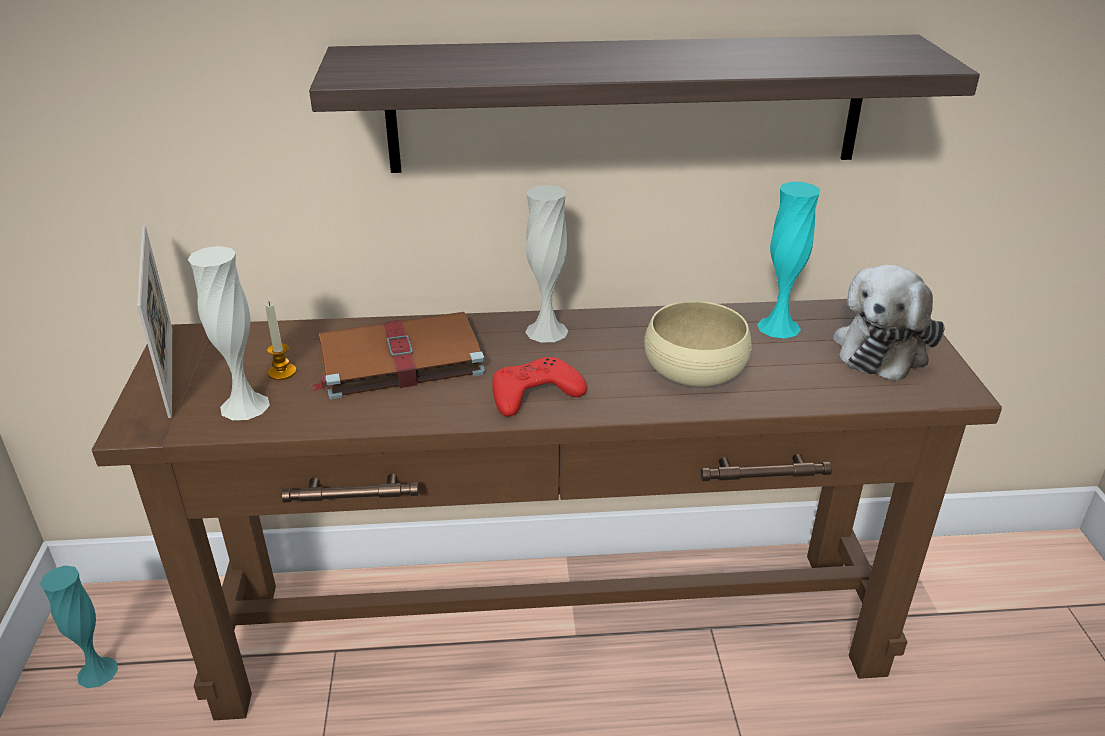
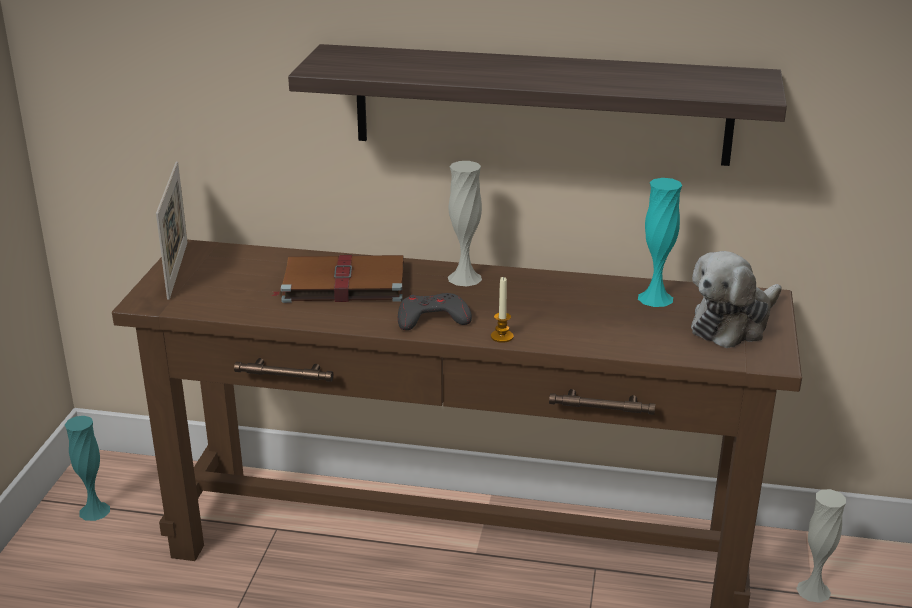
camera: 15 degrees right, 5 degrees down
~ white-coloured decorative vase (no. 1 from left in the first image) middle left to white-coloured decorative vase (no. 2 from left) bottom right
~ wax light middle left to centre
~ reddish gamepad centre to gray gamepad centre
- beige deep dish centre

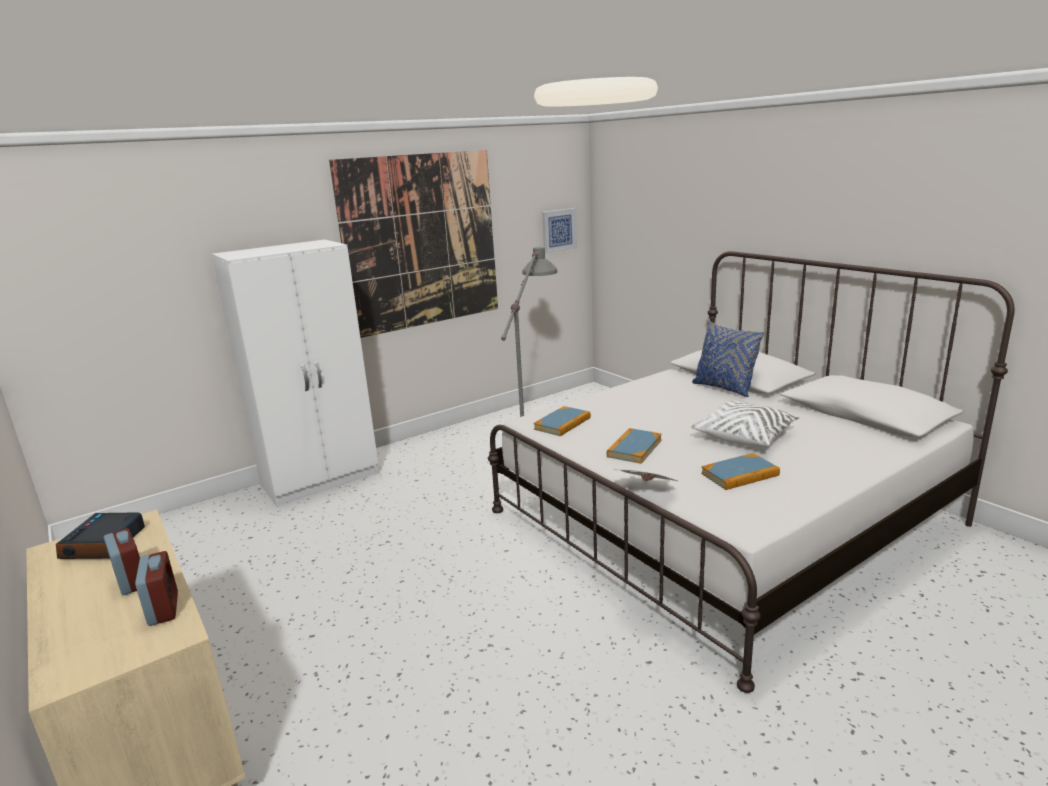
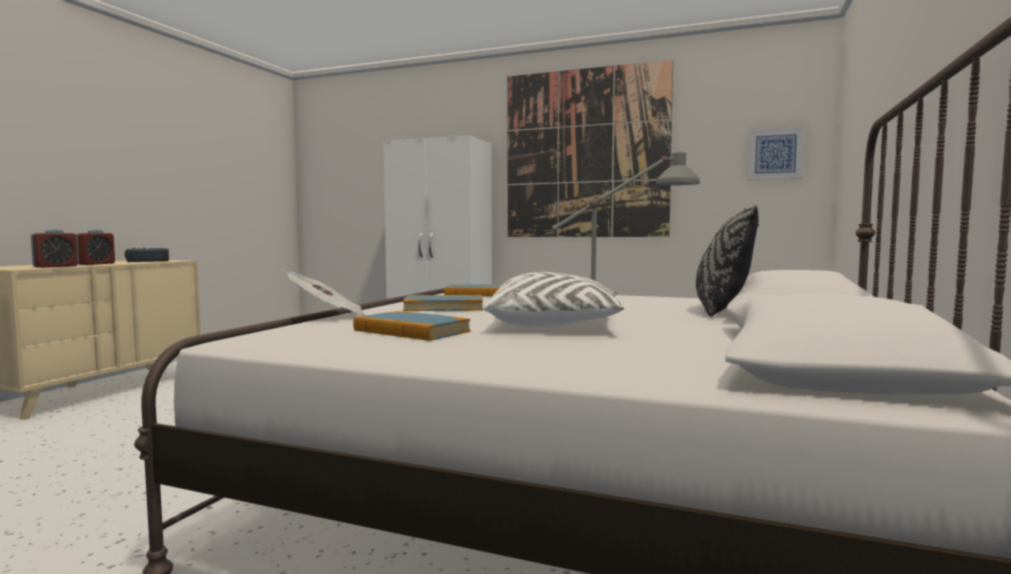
camera: 55 degrees right, 15 degrees down
~ blue-coloured cushion middle right to black-coloured cushion middle right

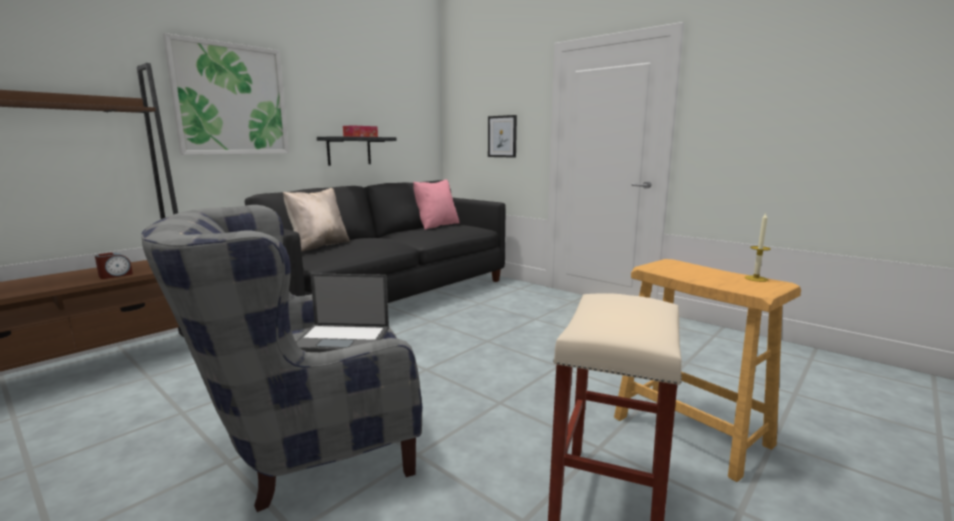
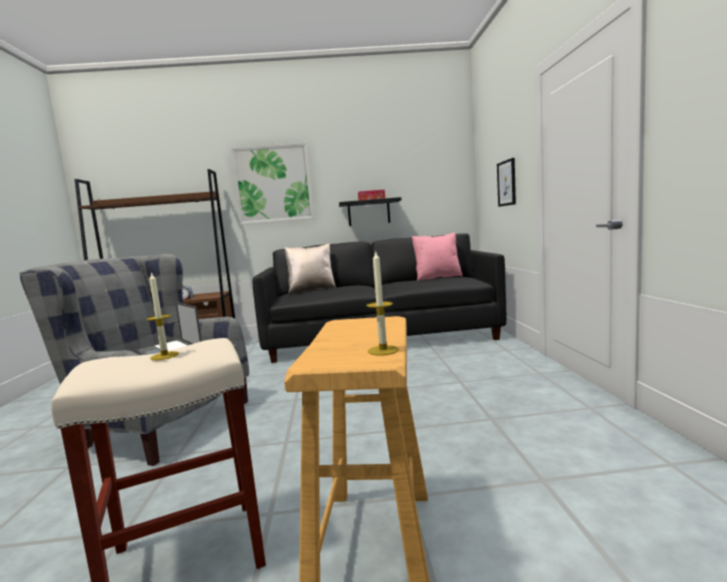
camera: 45 degrees right, 5 degrees down
+ wax light (no. 1 from left) middle left

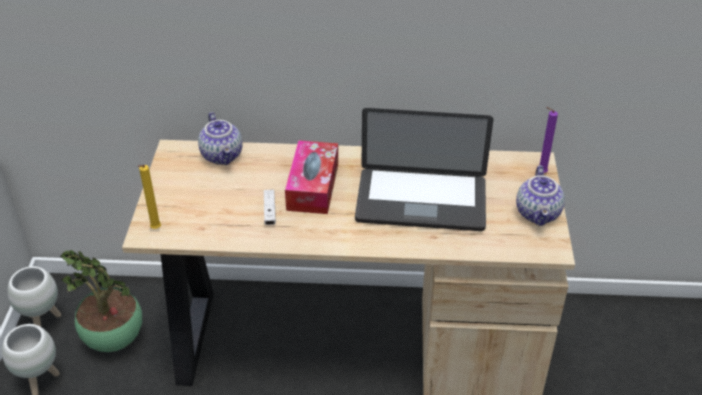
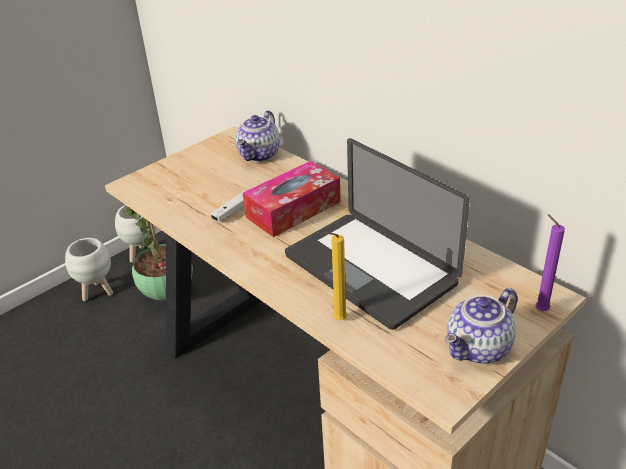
camera: 45 degrees right, 5 degrees down
~ yellow wax light middle left to centre

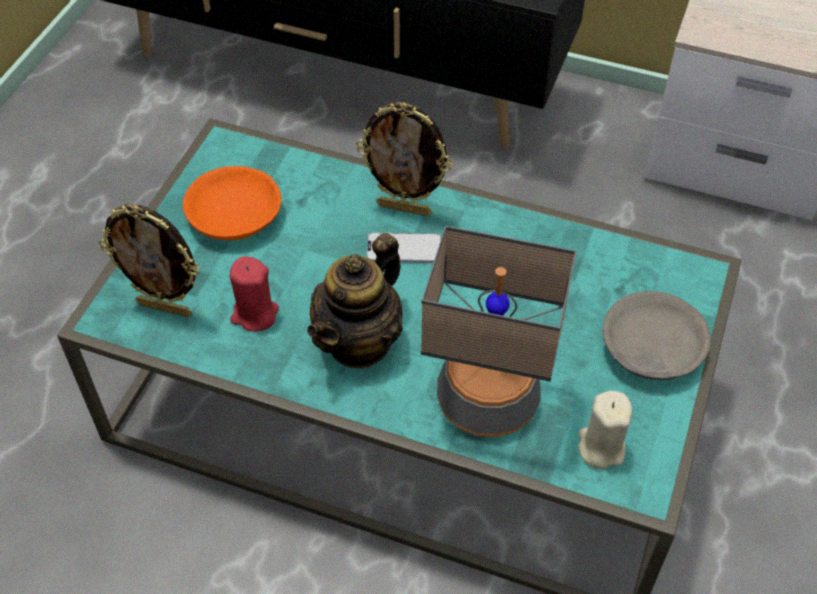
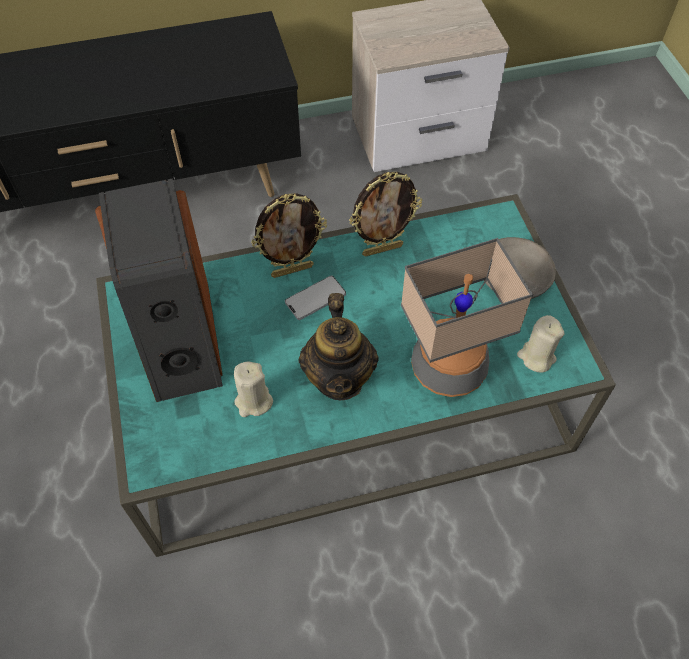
camera: 35 degrees left, 5 degrees up
~ picture frame (no. 1 from left in the first image) middle left to picture frame (no. 2 from left) top centre
~ orange-coloured deep dish middle left to audio speaker middle left
~ reddish wax light middle left to beige wax light (no. 1 from left) centre

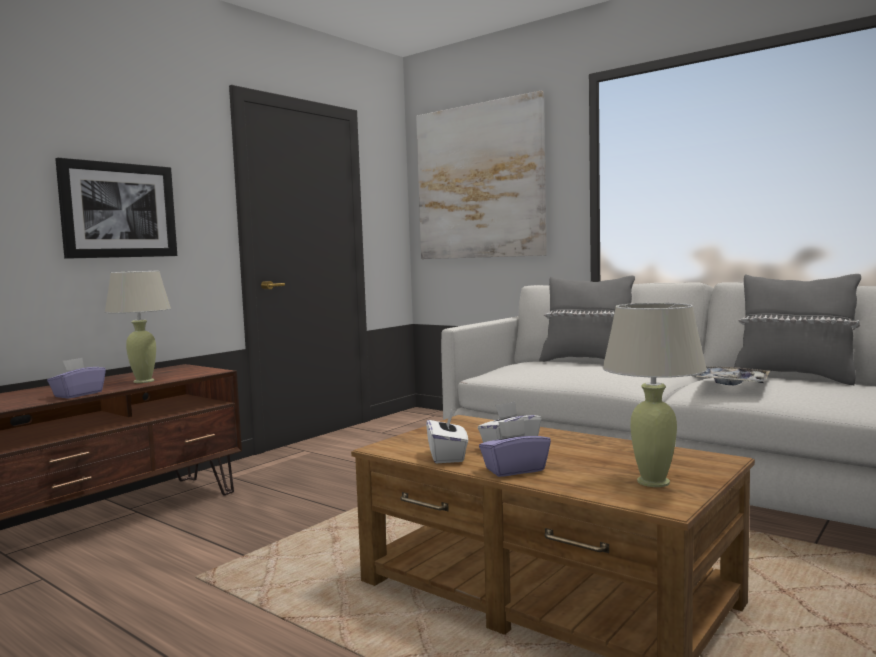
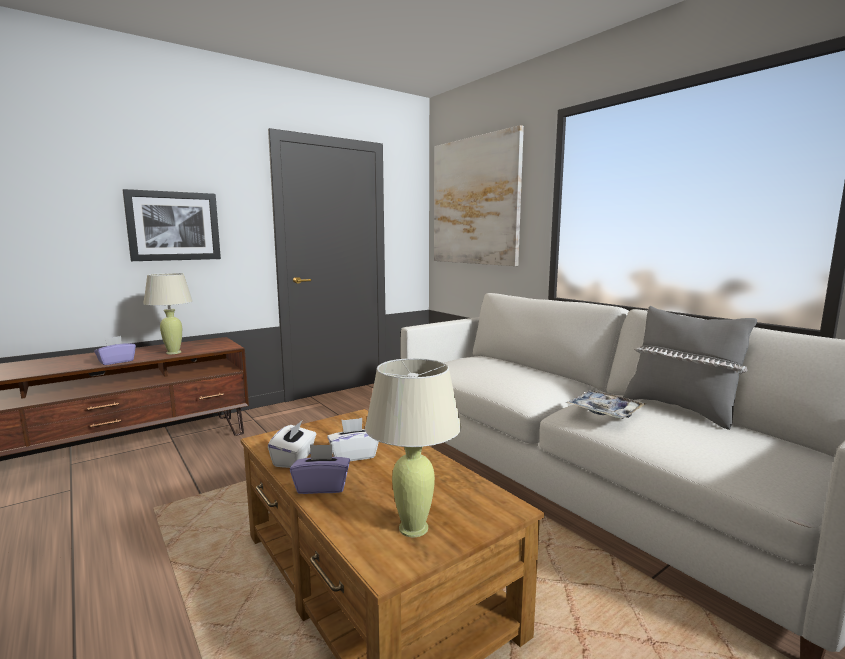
camera: 15 degrees right, 5 degrees up
- gray cushion (no. 1 from left) middle right

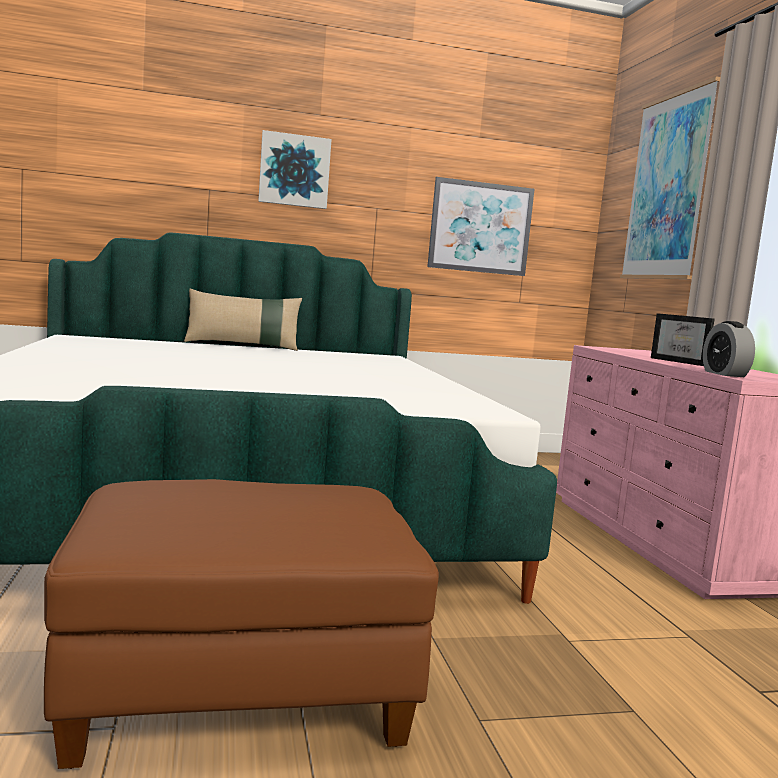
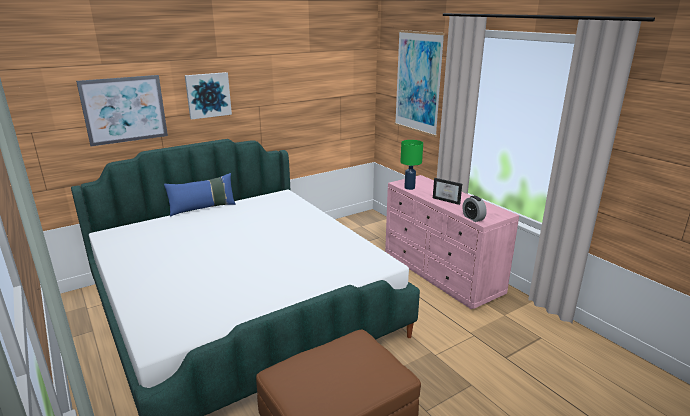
camera: 20 degrees left, 15 degrees up
~ beige cushion middle left to blue-coloured cushion middle left
~ wall art (no. 2 from left in the first image) top centre to wall art (no. 1 from left) top left
+ greenish table lamp centre

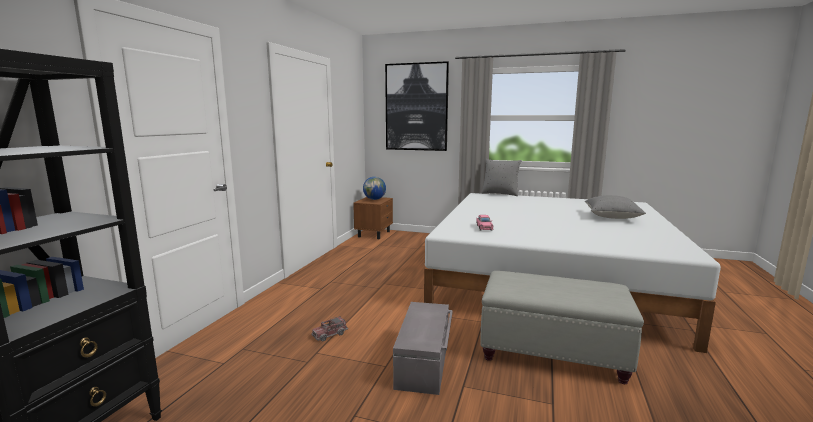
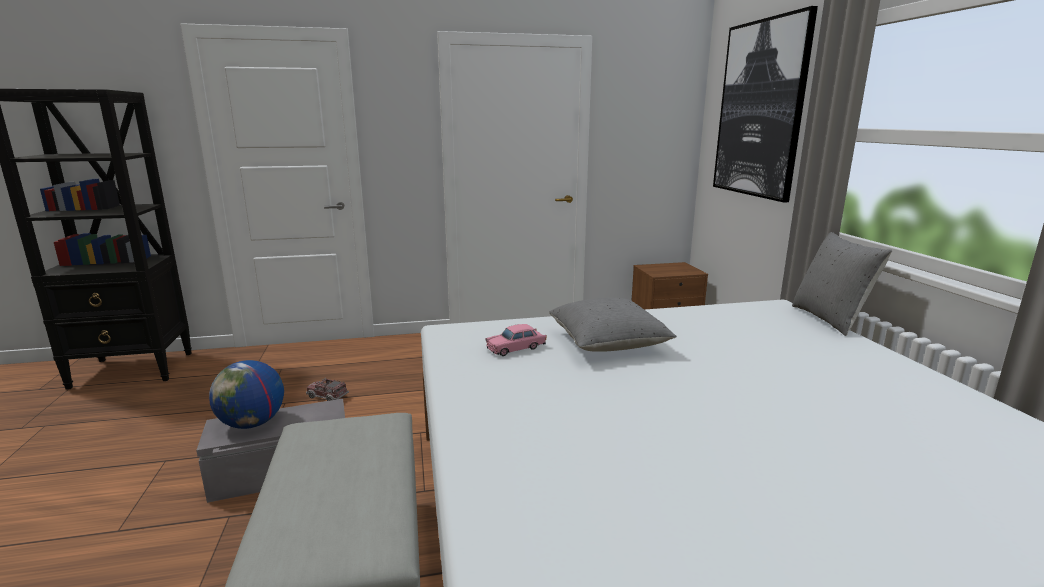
camera: 60 degrees right, 5 degrees up
~ world globe centre to bottom left
~ gray cushion (no. 2 from left in the first image) middle right to gray cushion (no. 1 from left) centre

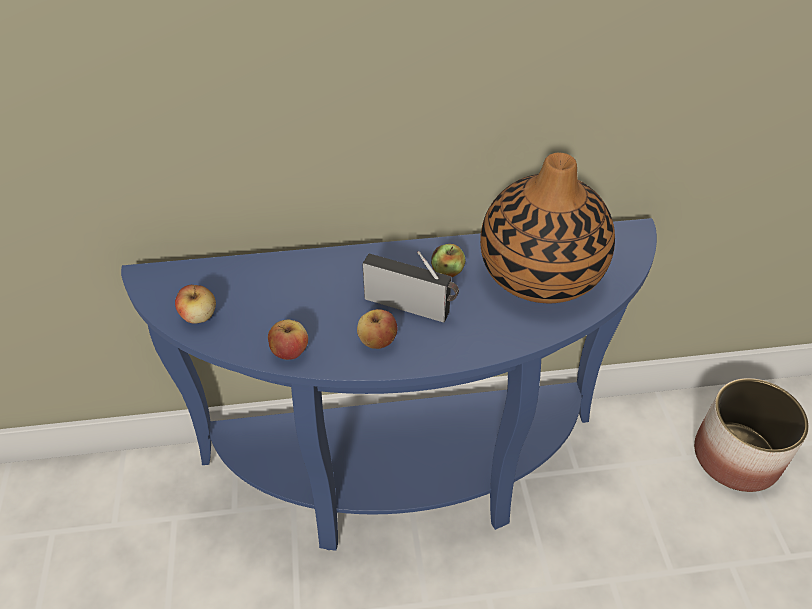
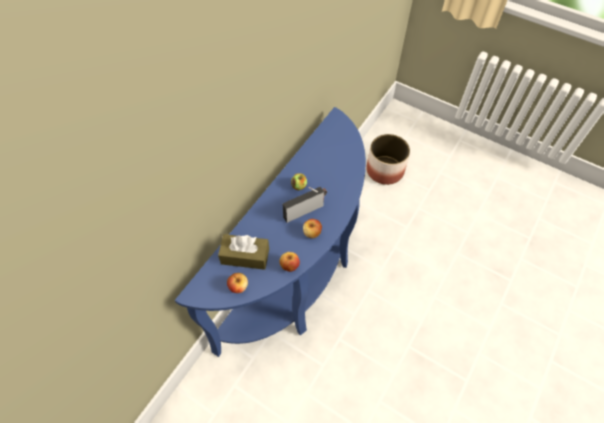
camera: 50 degrees left, 10 degrees up
- decorative vase middle right
+ brown-coloured tissue holder centre

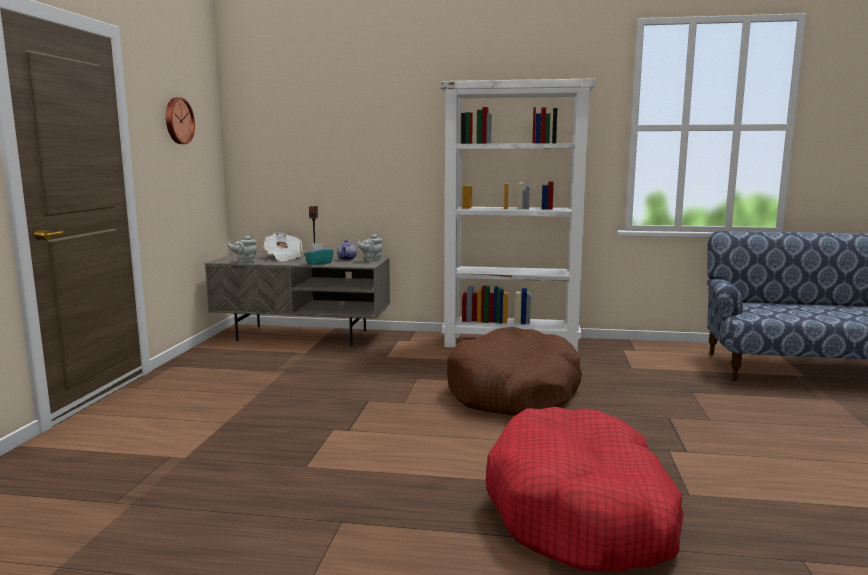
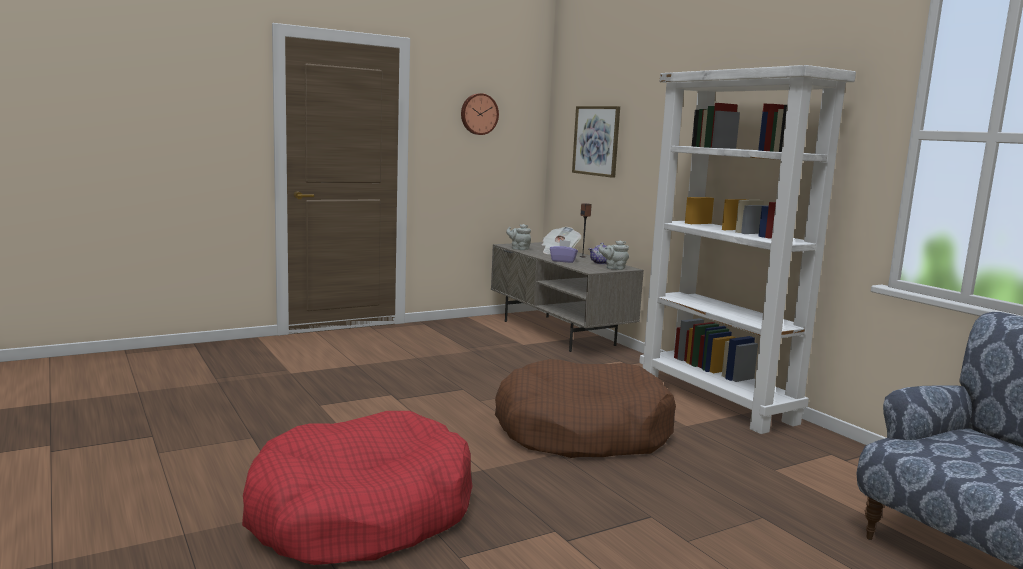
camera: 50 degrees right, 0 degrees up
~ turquoise-coloured tissue holder centre to purple tissue holder centre
+ wall art top centre

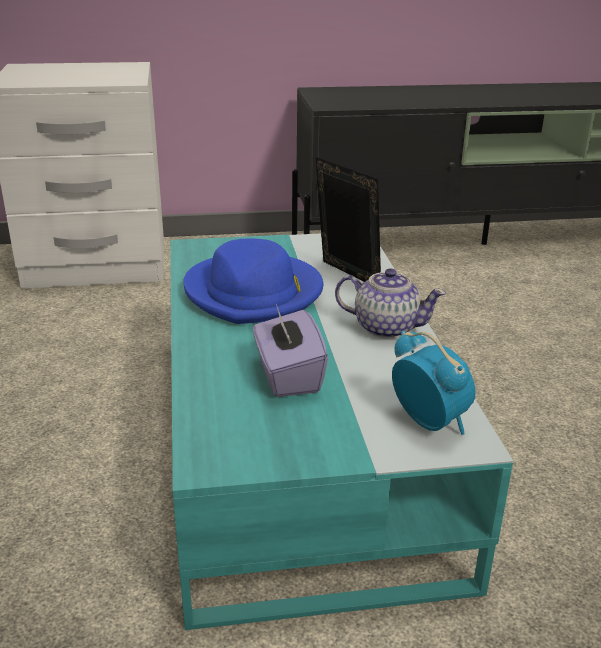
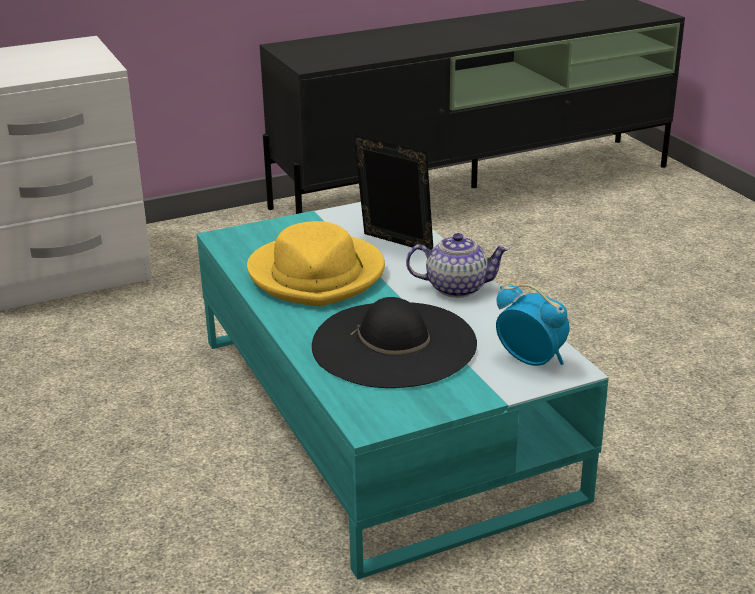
camera: 15 degrees left, 0 degrees up
~ blue-coloured clothing hat centre to yellow clothing hat centre
~ purple tissue holder centre to black-coloured clothing hat centre

